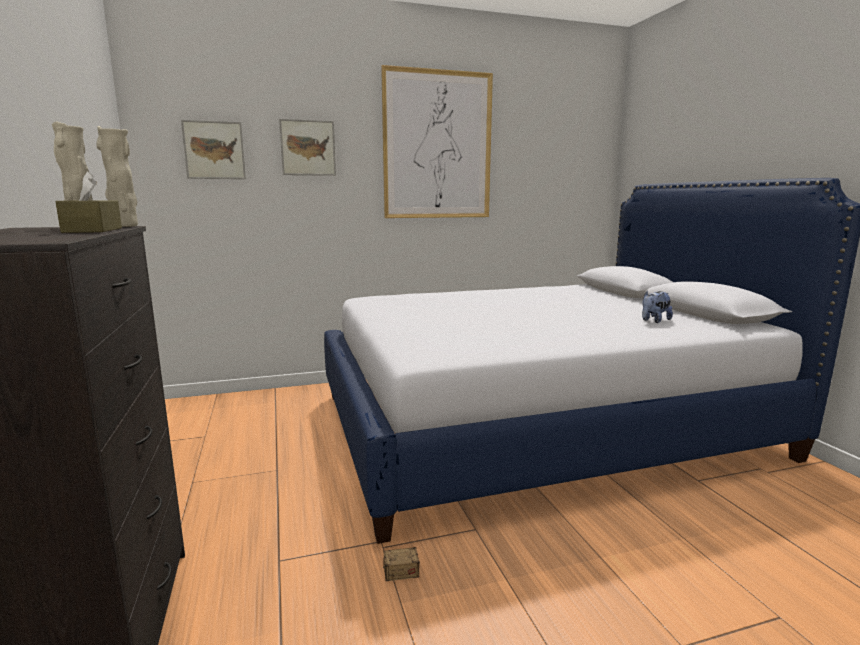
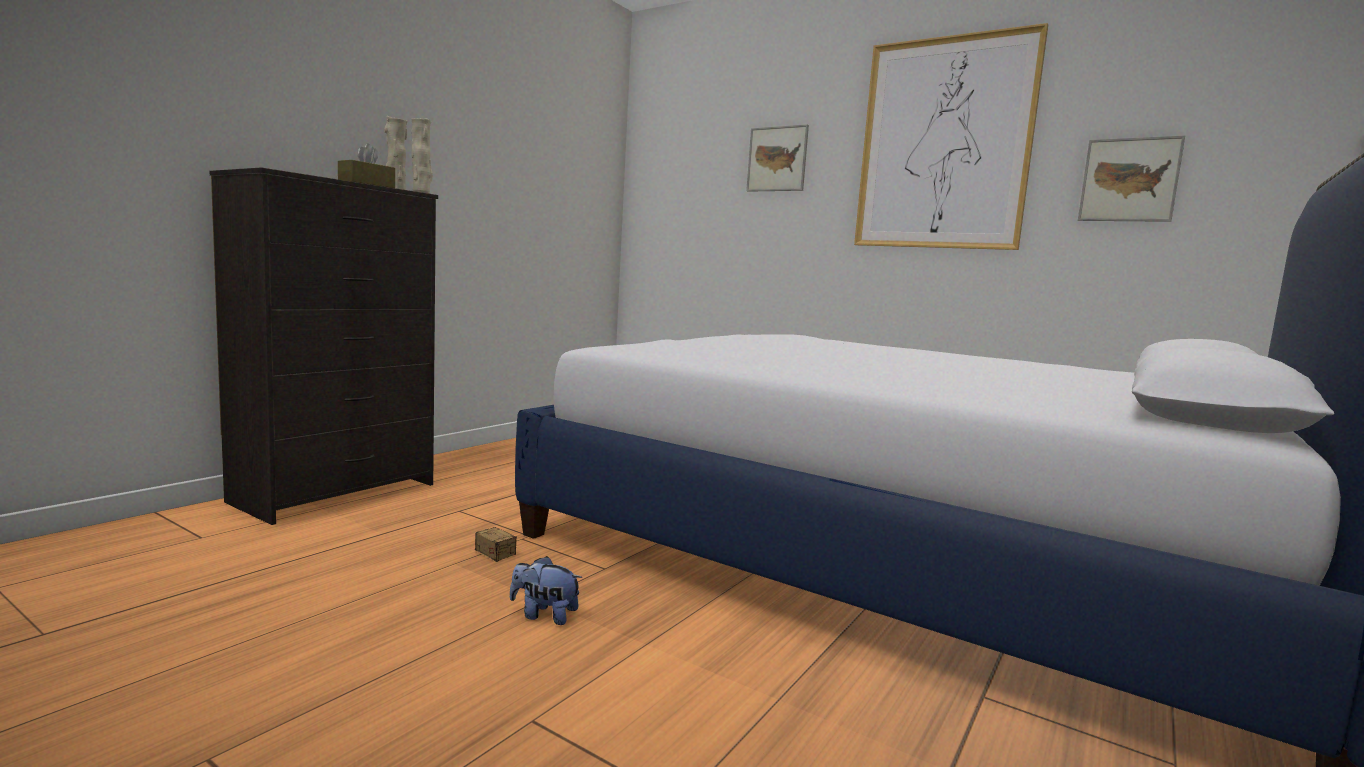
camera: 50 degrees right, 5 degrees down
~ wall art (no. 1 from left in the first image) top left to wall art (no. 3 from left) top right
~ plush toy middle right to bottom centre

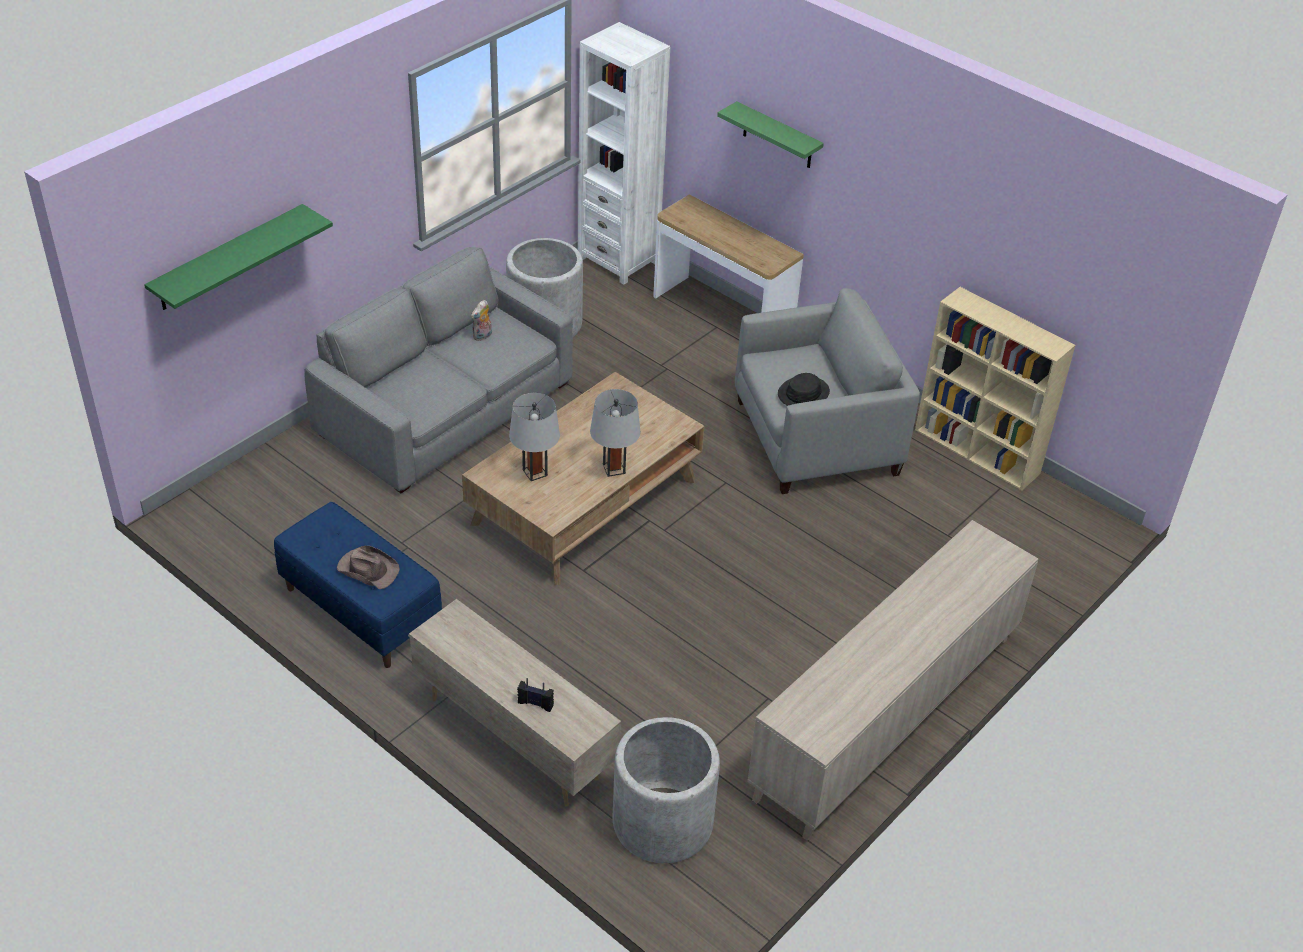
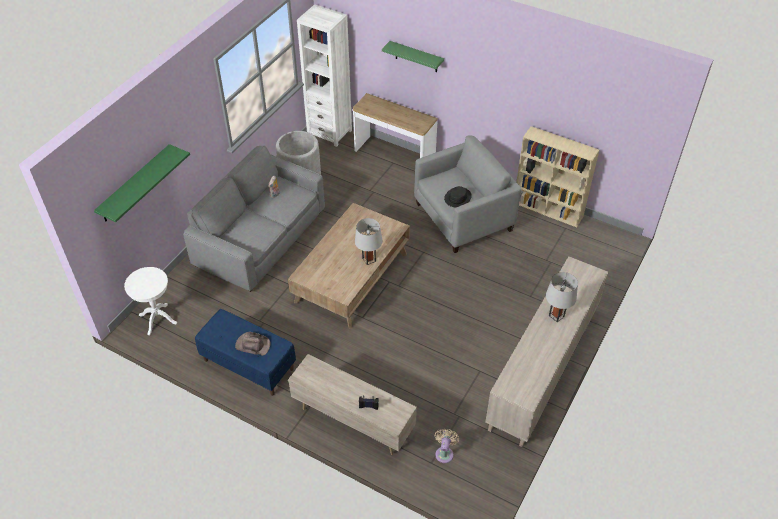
camera: 10 degrees left, 5 degrees up
~ gray table lamp (no. 1 from left in the first image) centre to gray table lamp (no. 2 from left) middle right
~ gray flower pot (no. 2 from left) bottom centre to beige cooling fan bottom centre
+ white-coloured accent table middle left

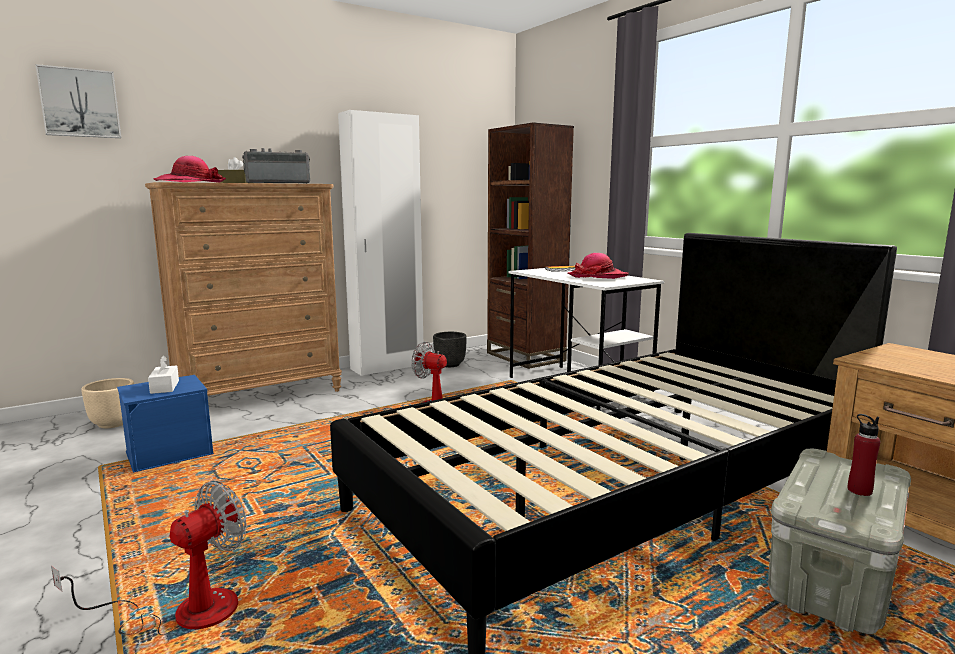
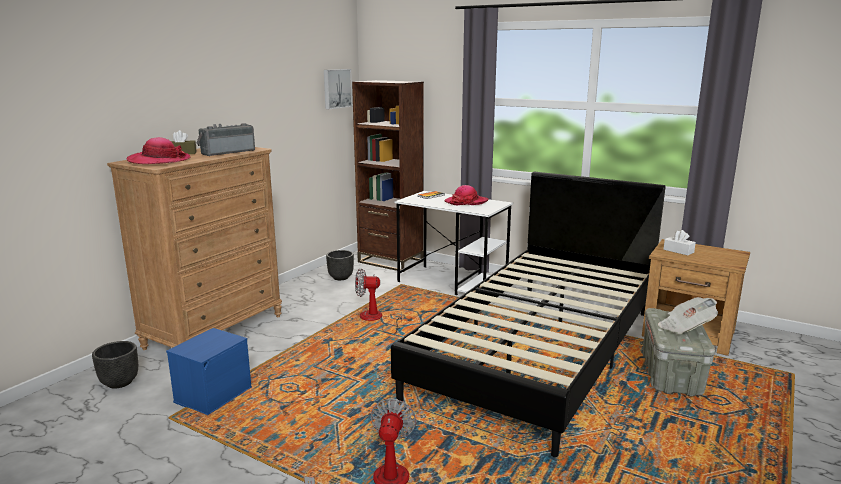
camera: 25 degrees left, 5 degrees up
~ wall art top left to top centre
~ beige flower pot middle left to black-coloured flower pot (no. 1 from left) bottom left
~ white-coloured tissue holder middle left to middle right
- white-coloured clothes cupboard centre
~ reddish beverage bottle bottom right to daily paper middle right

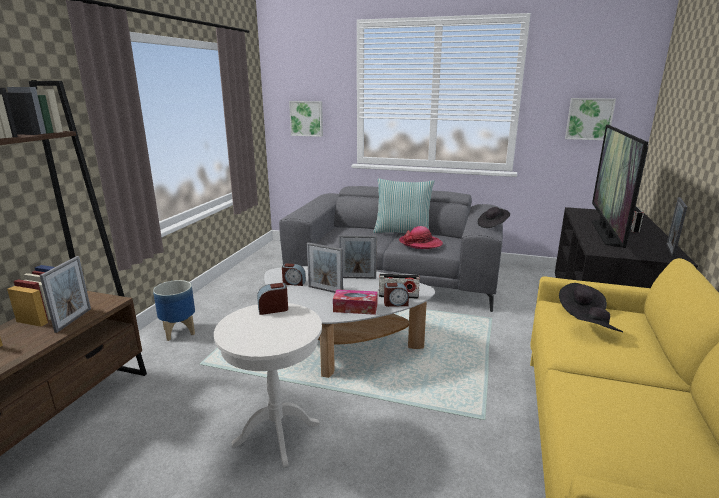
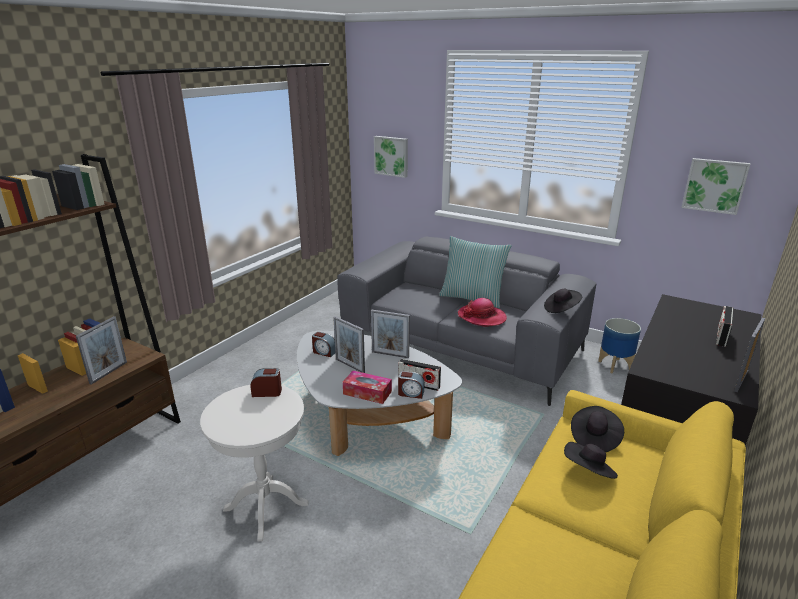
camera: 15 degrees right, 5 degrees up
~ flower pot middle left to middle right
- TV middle right

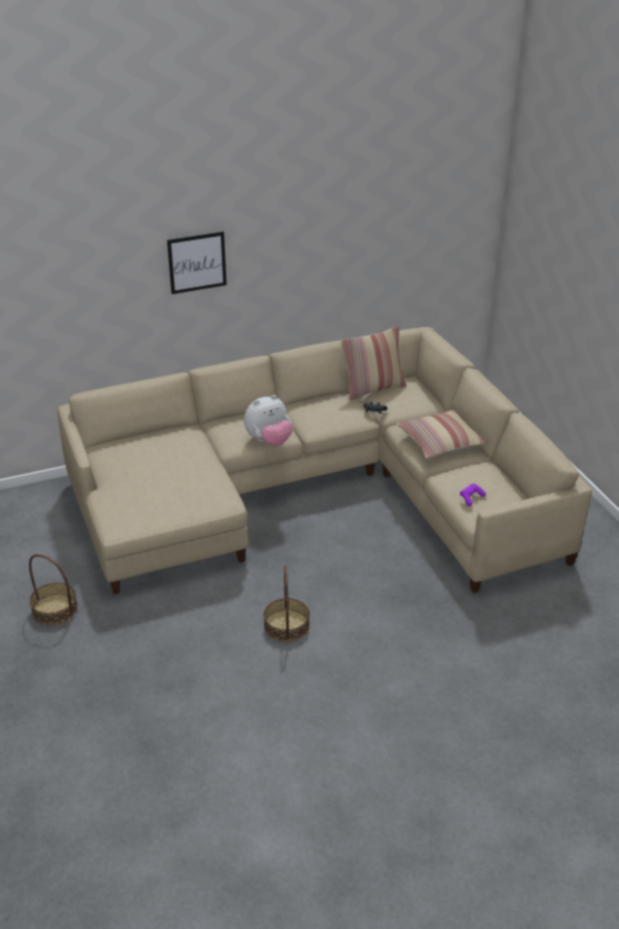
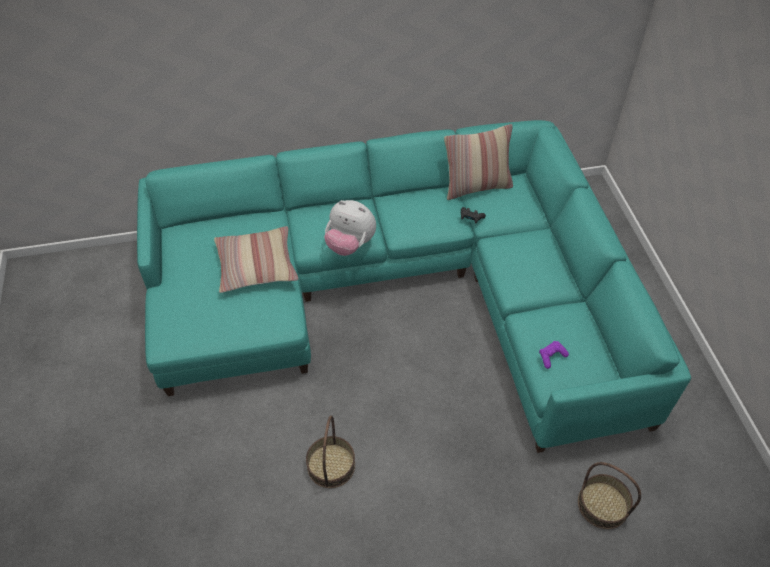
camera: 10 degrees right, 15 degrees up
~ storage basket (no. 1 from left in the first image) middle left to storage basket (no. 2 from left) bottom right
~ beige sofa centre to turquoise-coloured sofa centre
- wall art top left
~ plush toy centre = centre 45 degrees clockwise
~ cushion (no. 2 from left in the first image) middle right to cushion (no. 1 from left) middle left

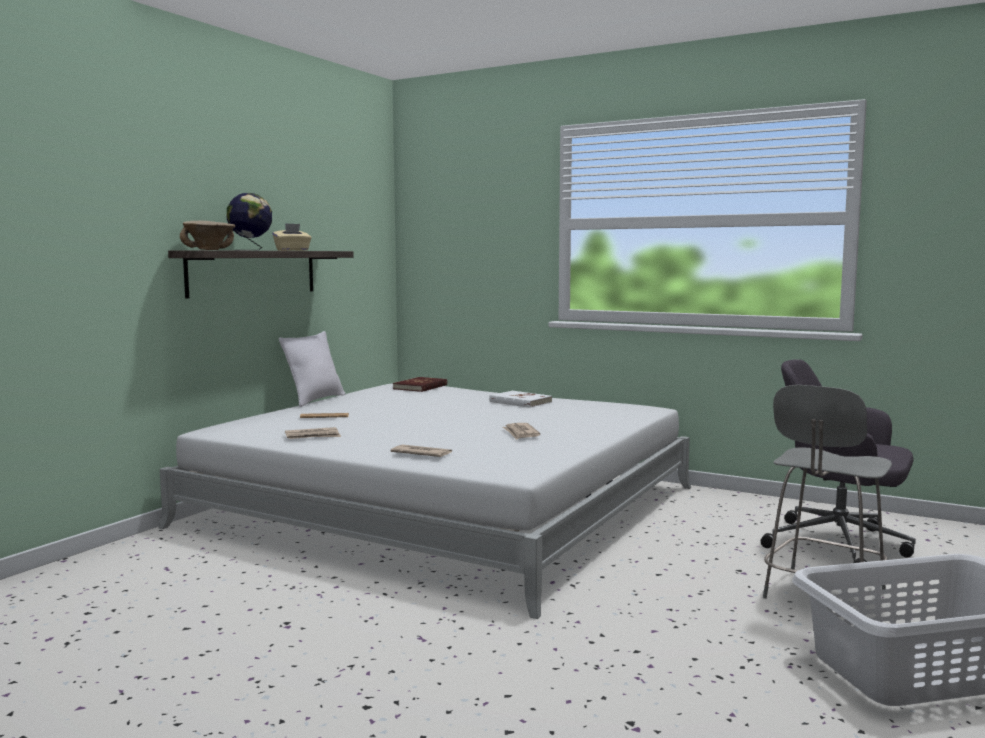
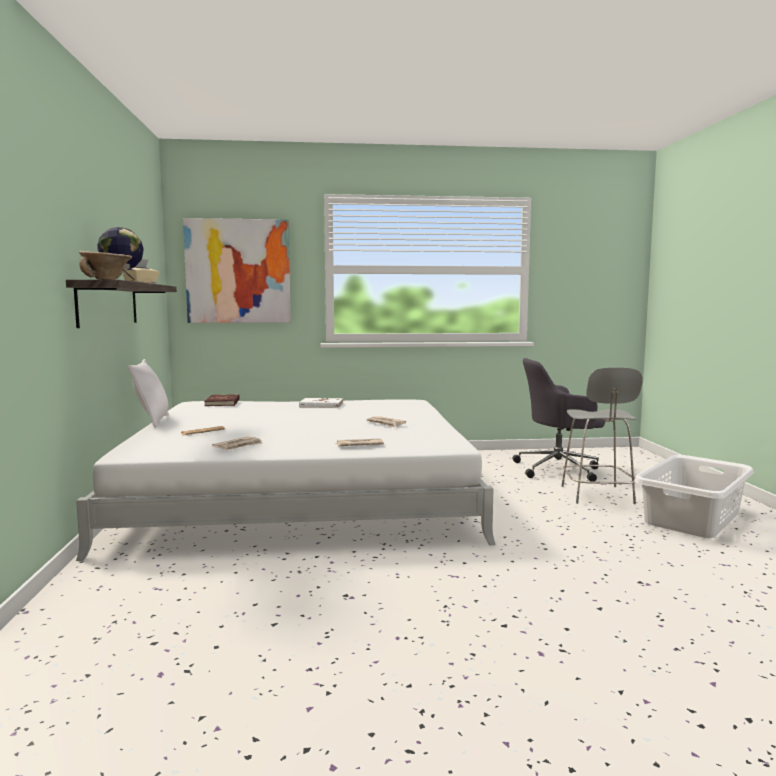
camera: 35 degrees left, 0 degrees up
+ wall art middle left

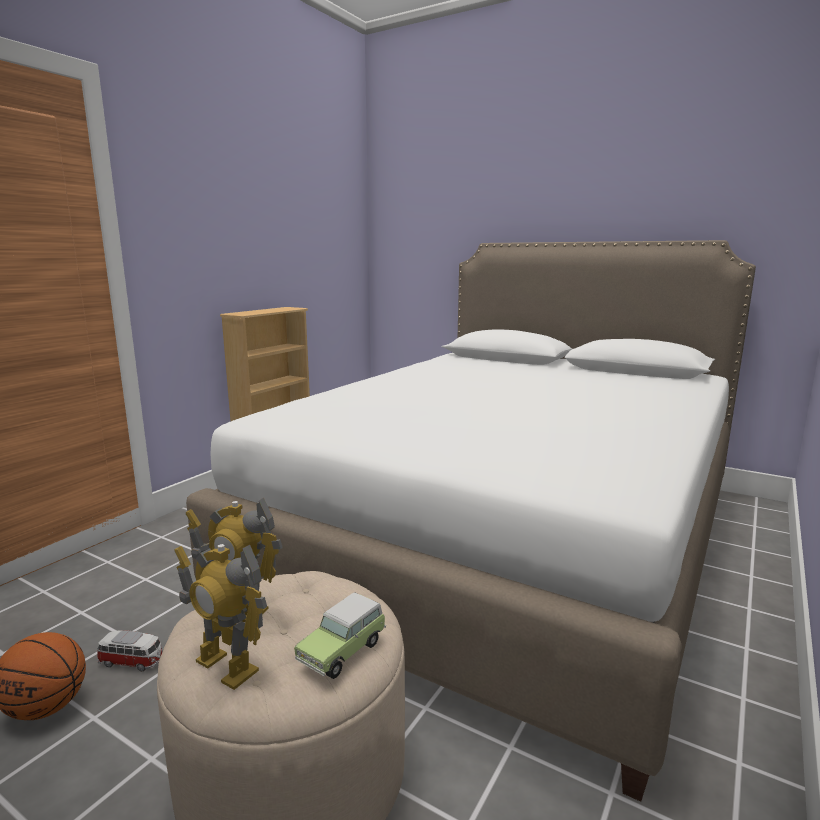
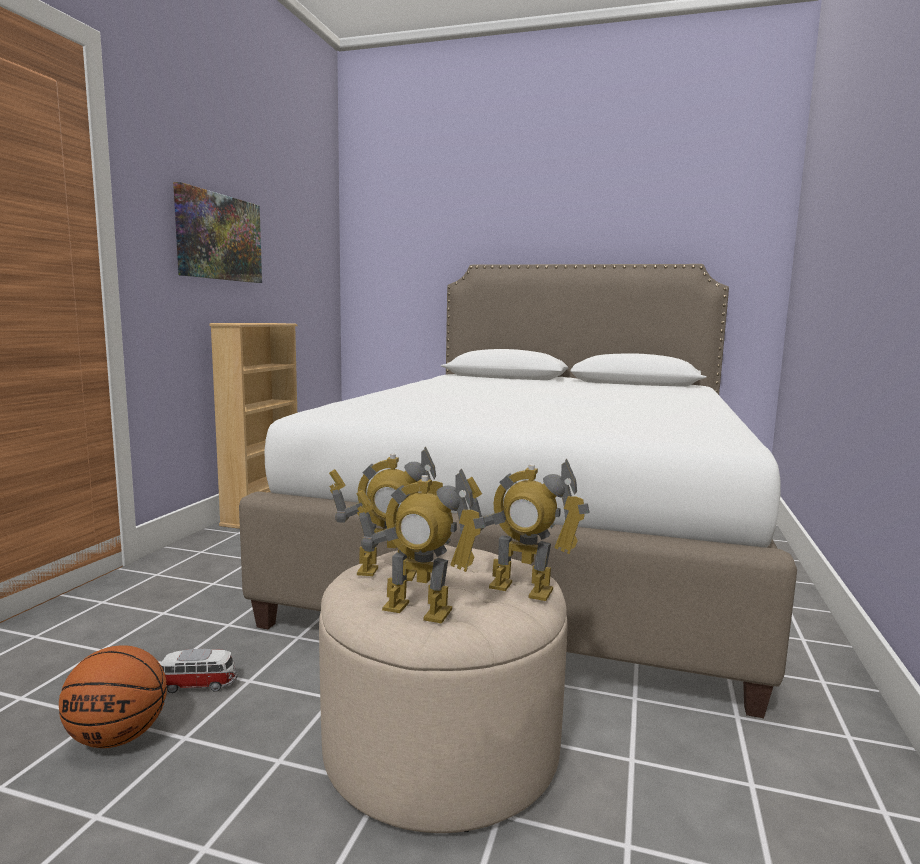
camera: 15 degrees left, 5 degrees down
~ toy car (no. 2 from left) bottom centre to toy robot (no. 3 from left) centre
+ wall art top left

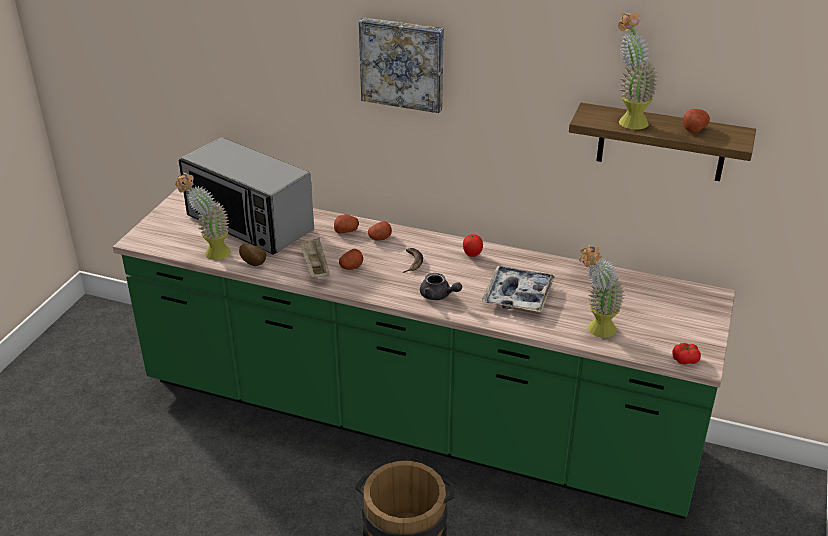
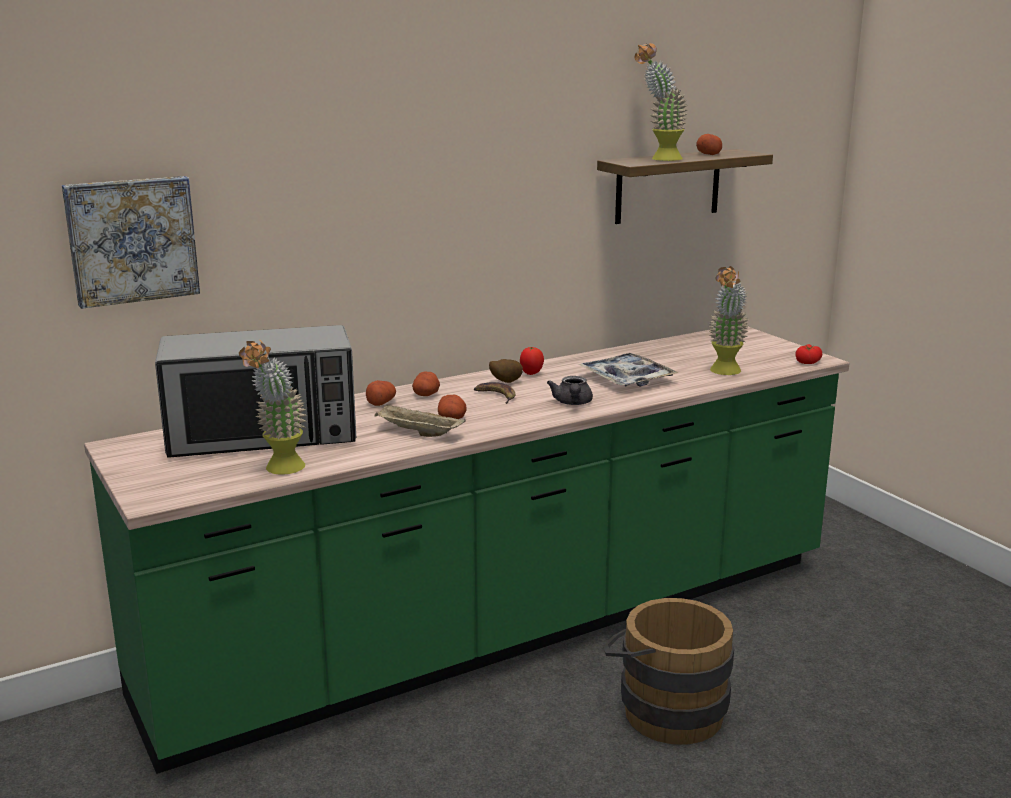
camera: 50 degrees left, 15 degrees down
~ spud (no. 1 from left in the first image) middle left to spud (no. 4 from left) centre
~ wall art top centre to top left
~ gray pot for tea centre = centre 105 degrees clockwise

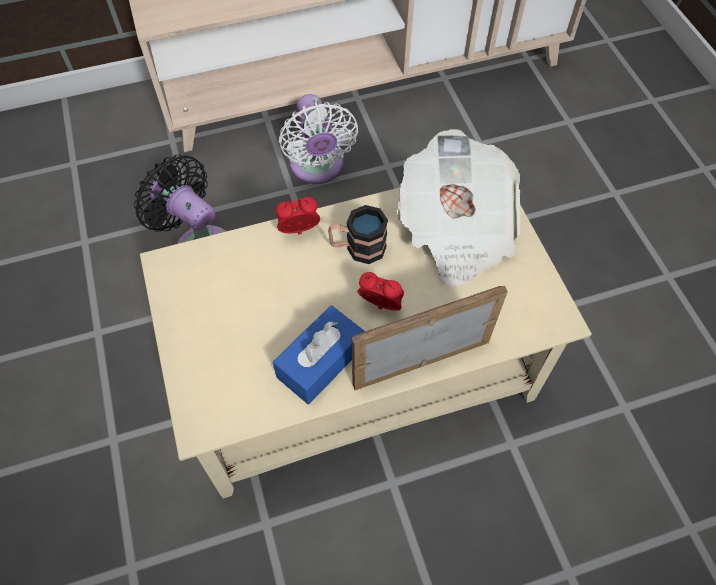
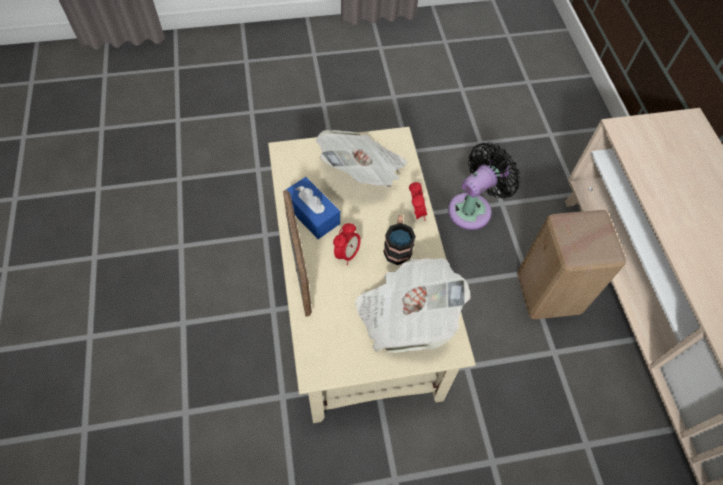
camera: 95 degrees right, 0 degrees up
~ white-coloured cooling fan top centre to beige stool middle right
+ daily paper (no. 1 from left) top centre

